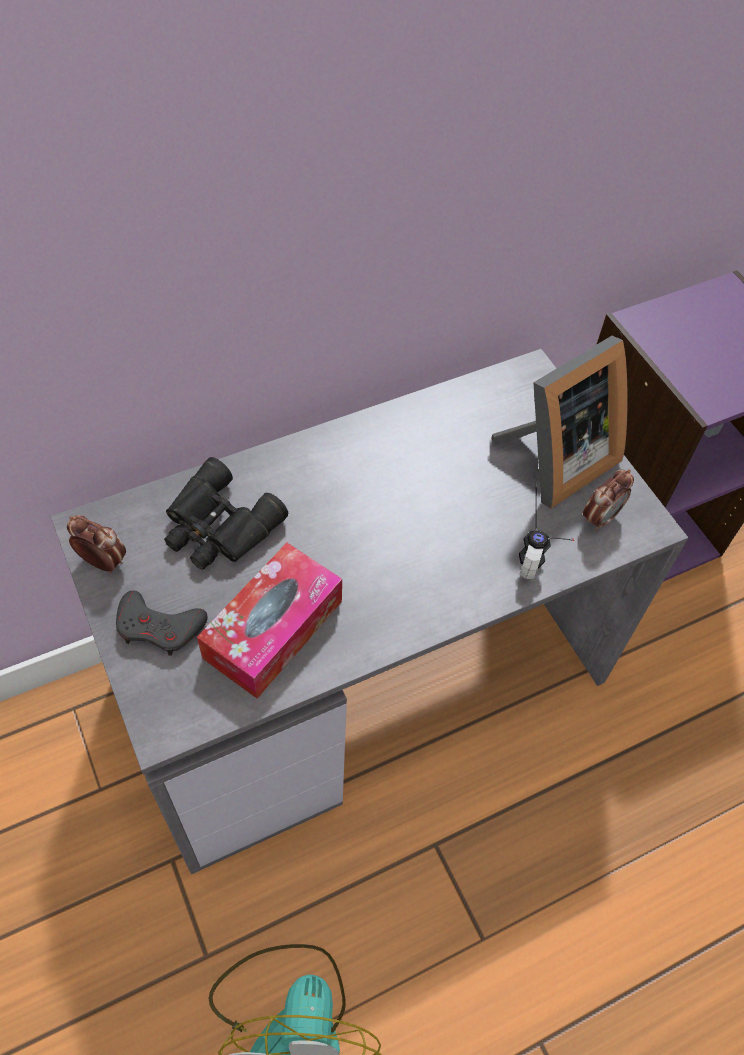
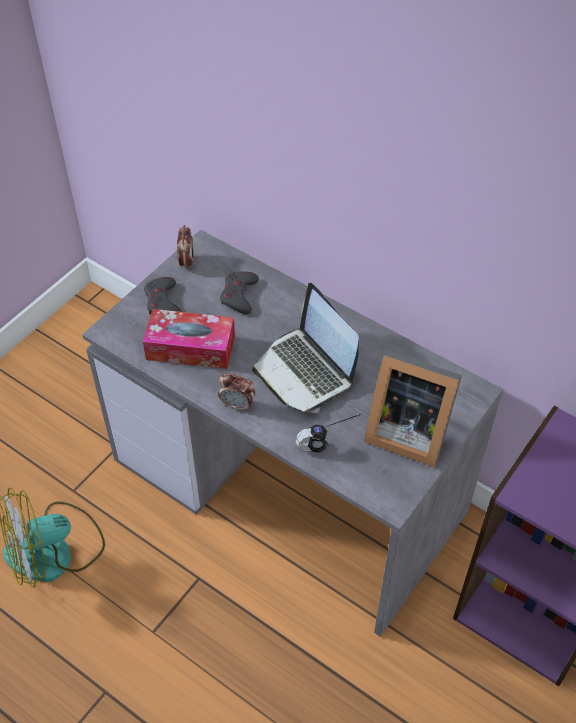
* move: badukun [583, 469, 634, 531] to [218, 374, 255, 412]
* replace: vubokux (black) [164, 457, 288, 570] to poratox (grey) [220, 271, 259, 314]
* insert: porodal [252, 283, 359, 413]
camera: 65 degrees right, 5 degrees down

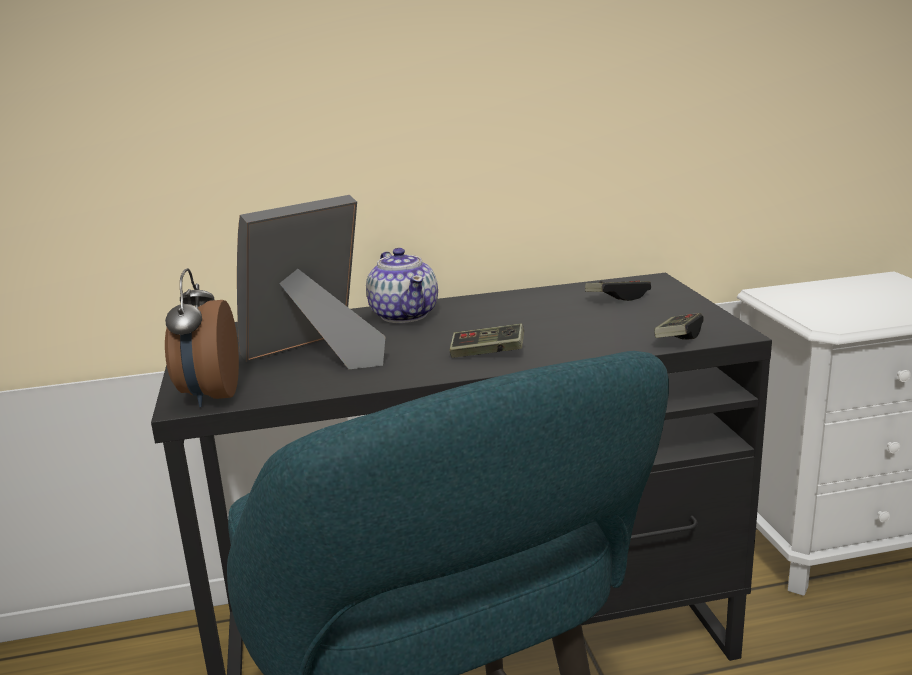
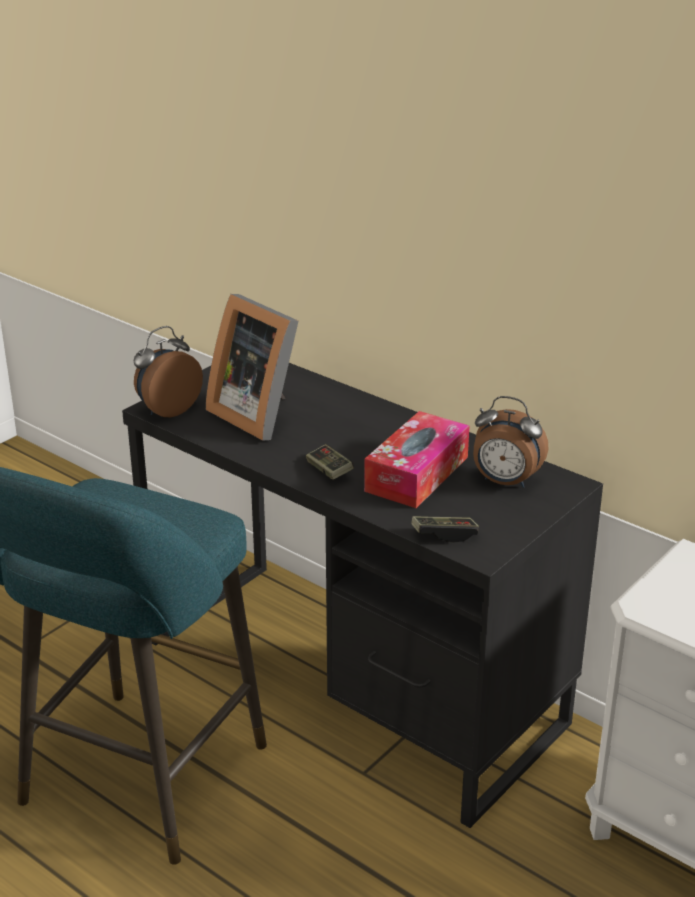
* rotate: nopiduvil [237, 195, 386, 369] = [206, 294, 298, 441] 150 degrees counterclockwise
* insert: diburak [364, 411, 470, 508]
* replace: poratox [585, 281, 651, 301] to badukun [473, 396, 549, 488]
* delete: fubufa [366, 248, 438, 323]
camera: 50 degrees right, 10 degrees up

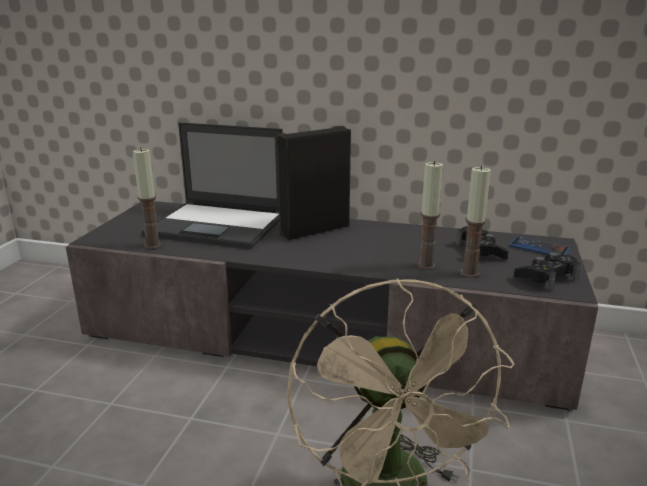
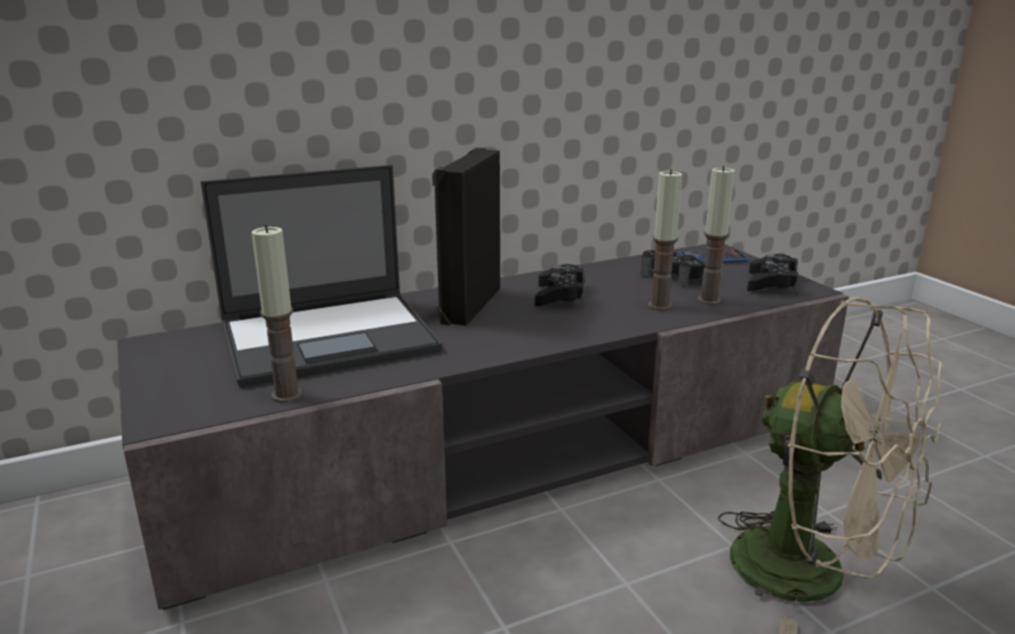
* insert: poratox (black) [535, 264, 585, 307]
camera: 40 degrees left, 0 degrees up

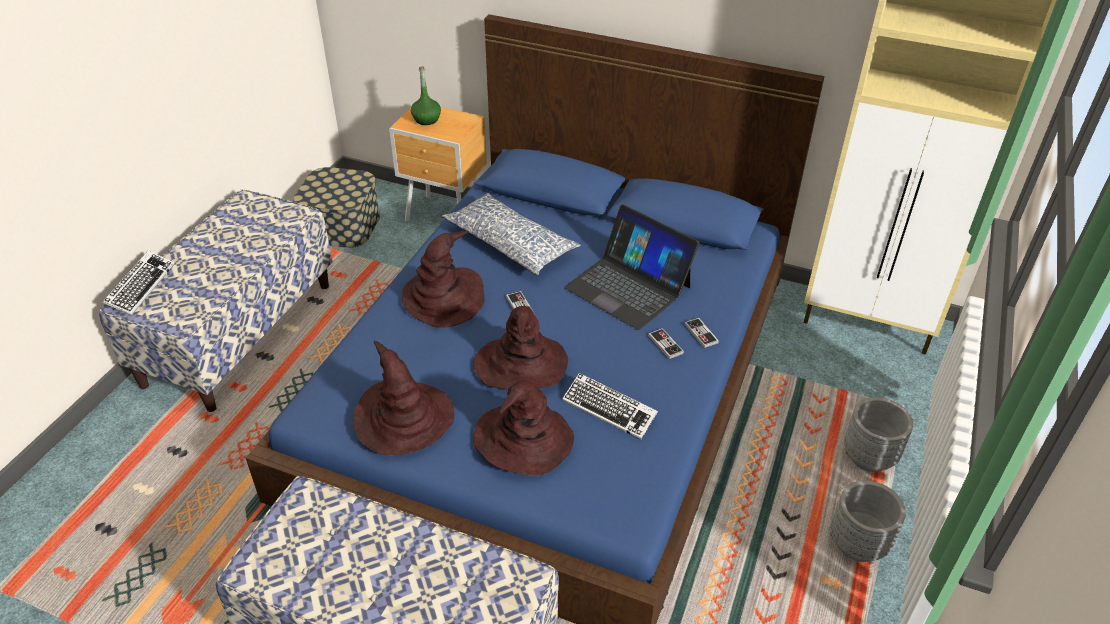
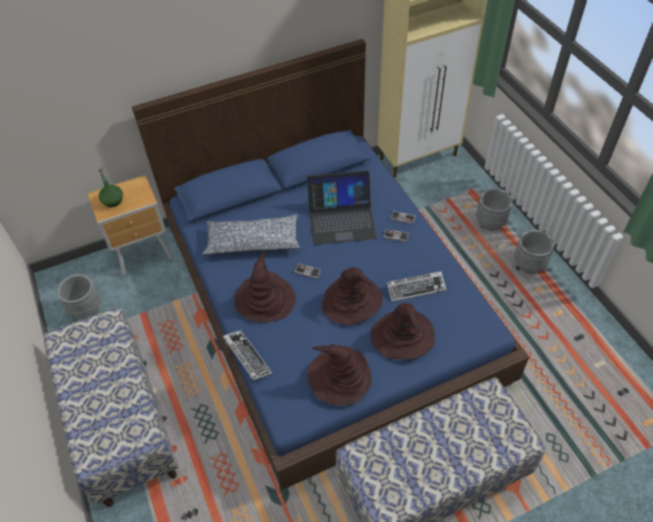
* replace: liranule [294, 167, 380, 248] to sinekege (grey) [57, 274, 101, 319]
* move: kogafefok [103, 251, 175, 315] to [223, 330, 272, 381]
camera: 45 degrees left, 10 degrees up

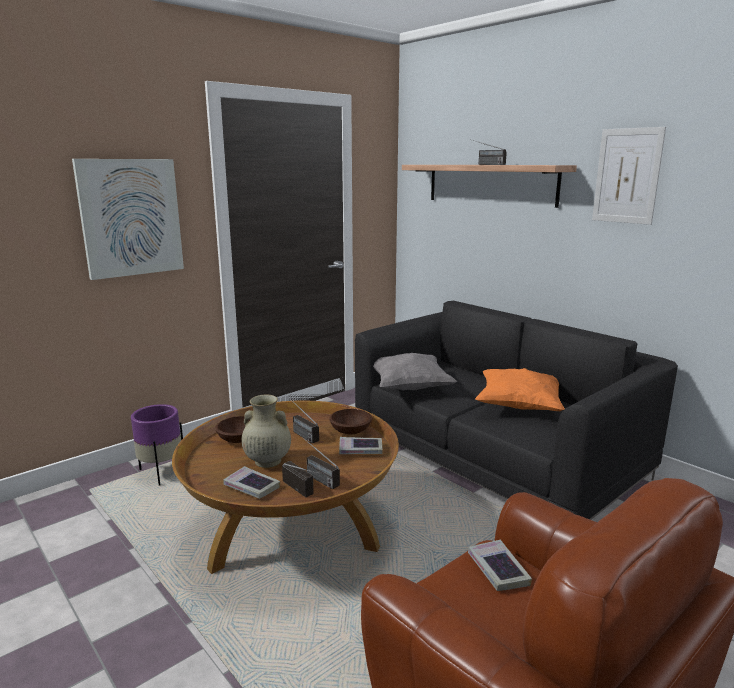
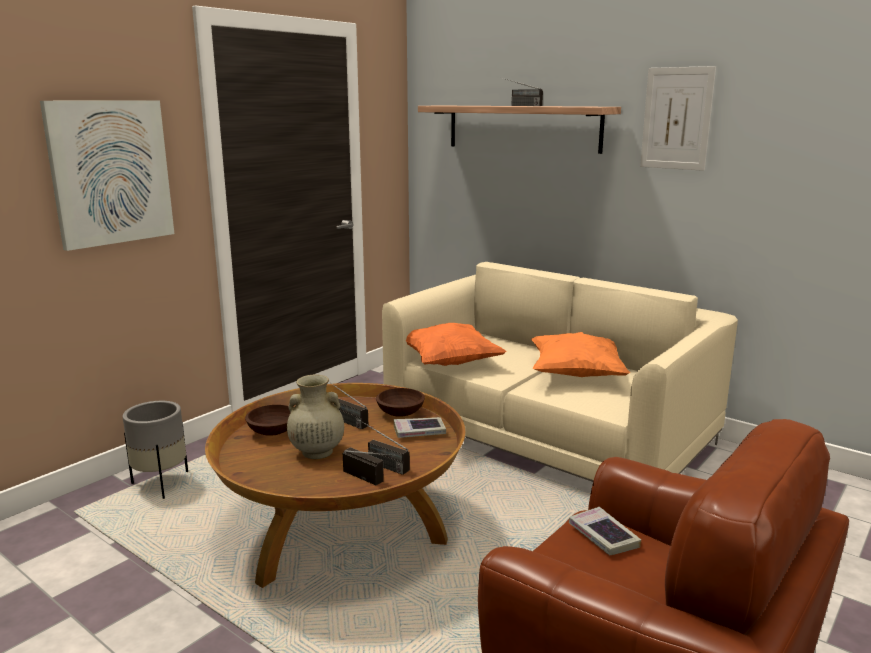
* recolor: sinekege (purple) [131, 404, 183, 486] to sinekege (grey) [123, 401, 188, 499]
* recolor: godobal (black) [355, 301, 678, 520] to godobal (beige) [382, 262, 738, 482]
* recolor: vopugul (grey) [373, 353, 457, 390] to vopugul (orange) [406, 323, 507, 366]
* delete: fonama [223, 466, 280, 499]
camera: 10 degrees left, 0 degrees up

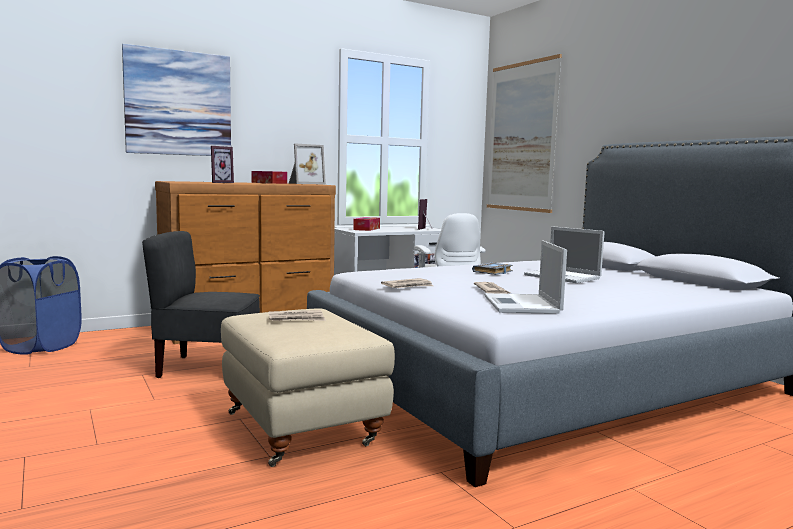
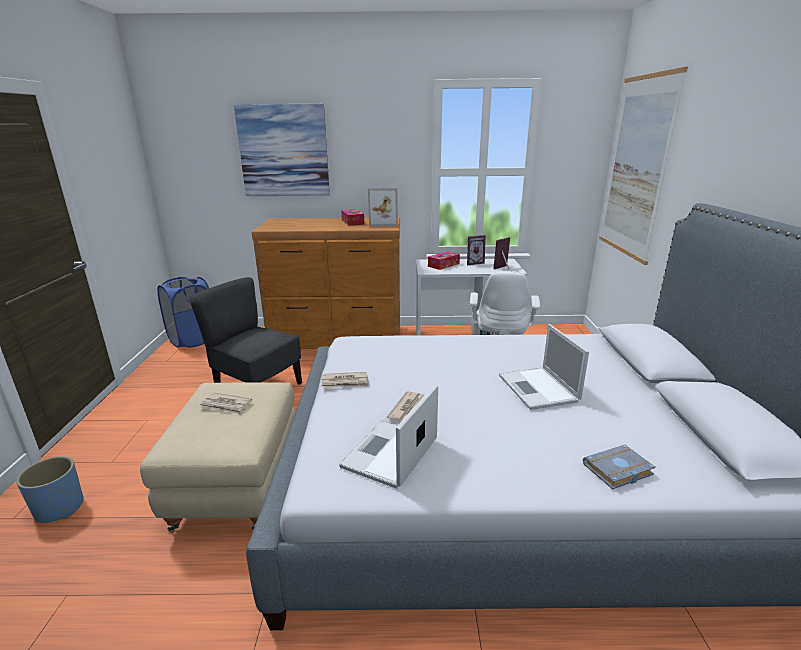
* insert: sinekege (blue) [16, 456, 84, 523]
* move: nopiduvil [211, 146, 234, 183] to [467, 235, 486, 265]
* move: fonama (grey) [472, 262, 513, 275] to [583, 445, 656, 489]
camera: 30 degrees right, 15 degrees up

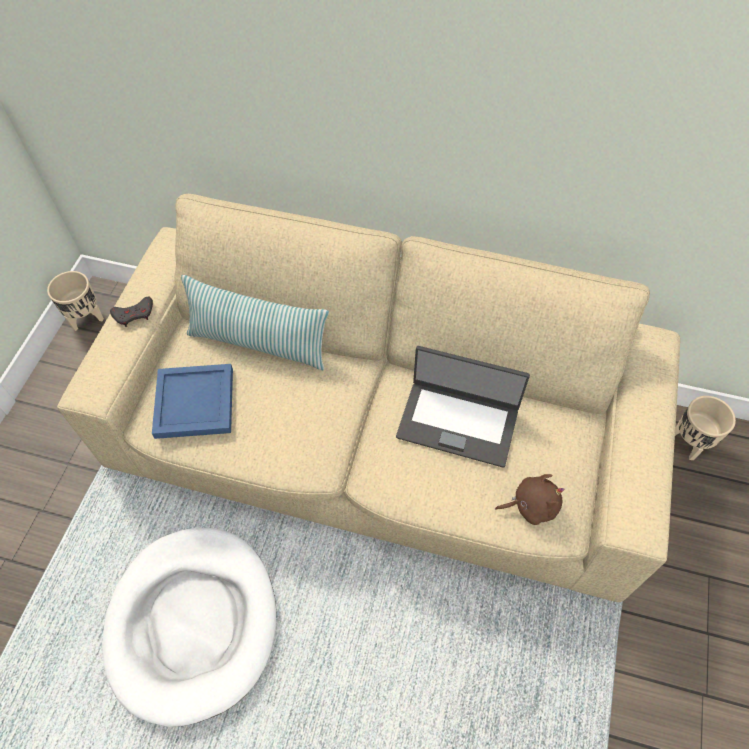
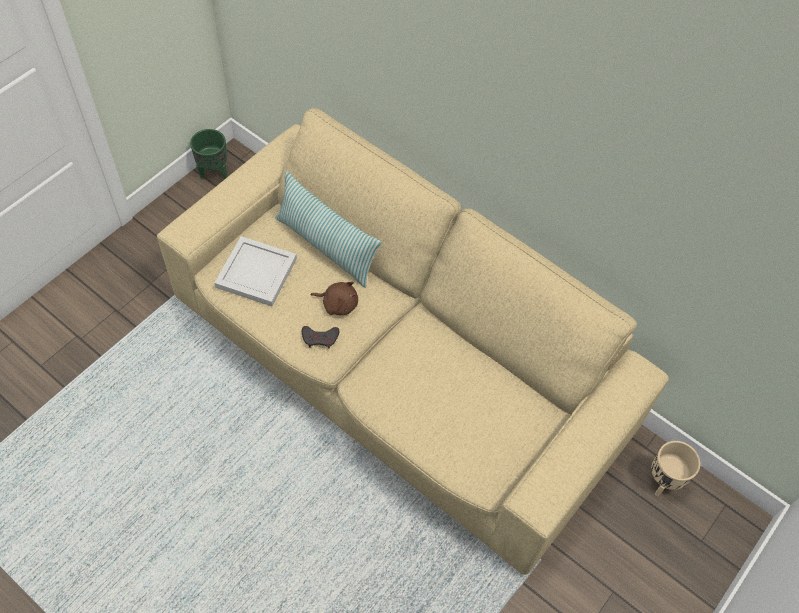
* recolor: sinekege (beige) [47, 271, 104, 331] to sinekege (green) [190, 129, 227, 179]
* recolor: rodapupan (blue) [152, 364, 233, 439] to rodapupan (white) [214, 236, 297, 306]
* move: poratox (grey) [110, 297, 153, 327] to [302, 326, 339, 348]
* move: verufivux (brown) [495, 474, 564, 525] to [310, 282, 358, 315]
* delete: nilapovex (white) [102, 528, 276, 727]
* delete: porodal [396, 346, 530, 467]
camera: 20 degrees right, 0 degrees up

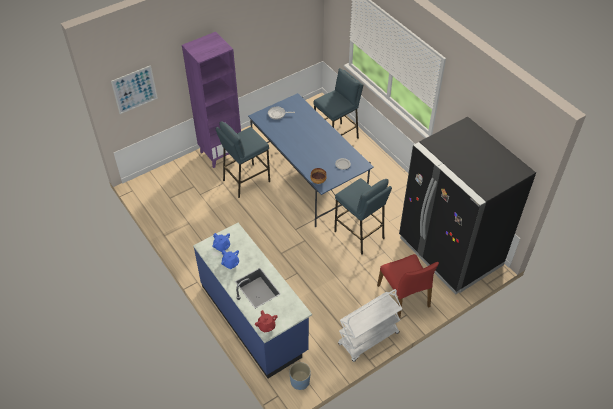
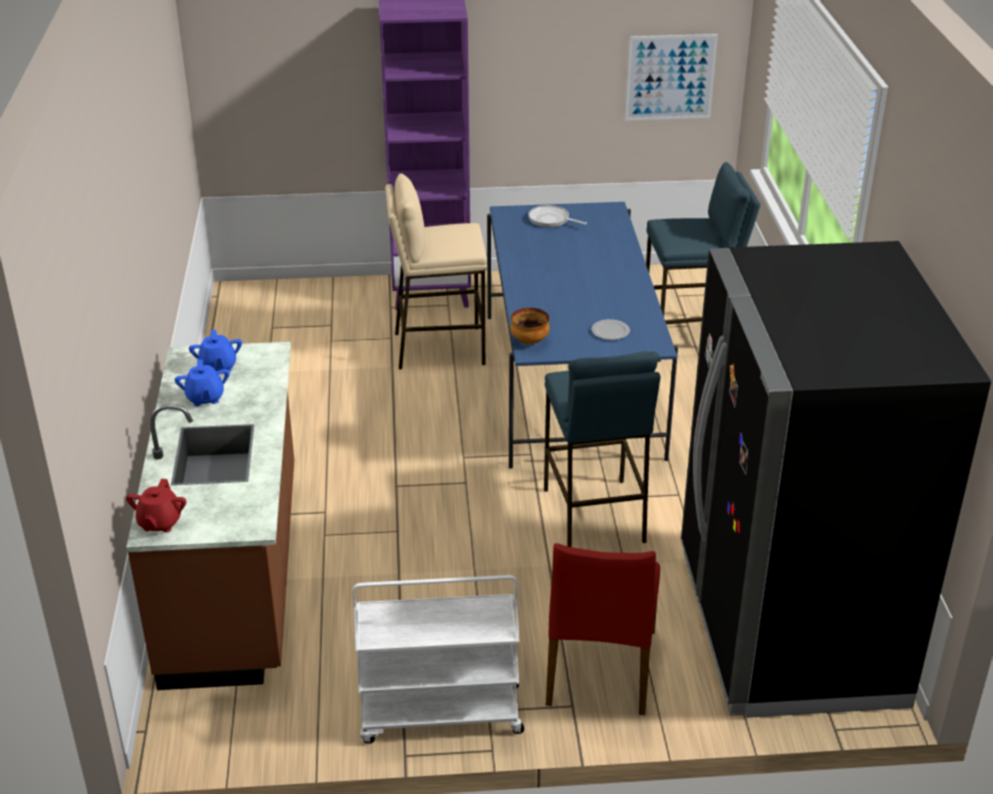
* recolor: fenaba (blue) [193, 223, 312, 378] to fenaba (brown) [126, 342, 294, 690]
* recolor: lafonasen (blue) [215, 121, 270, 198] to lafonasen (beige) [385, 173, 487, 369]
* move: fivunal [111, 65, 158, 114] to [625, 34, 718, 121]
* delete: sinekege (blue) [289, 362, 311, 390]
camera: 30 degrees right, 15 degrees down

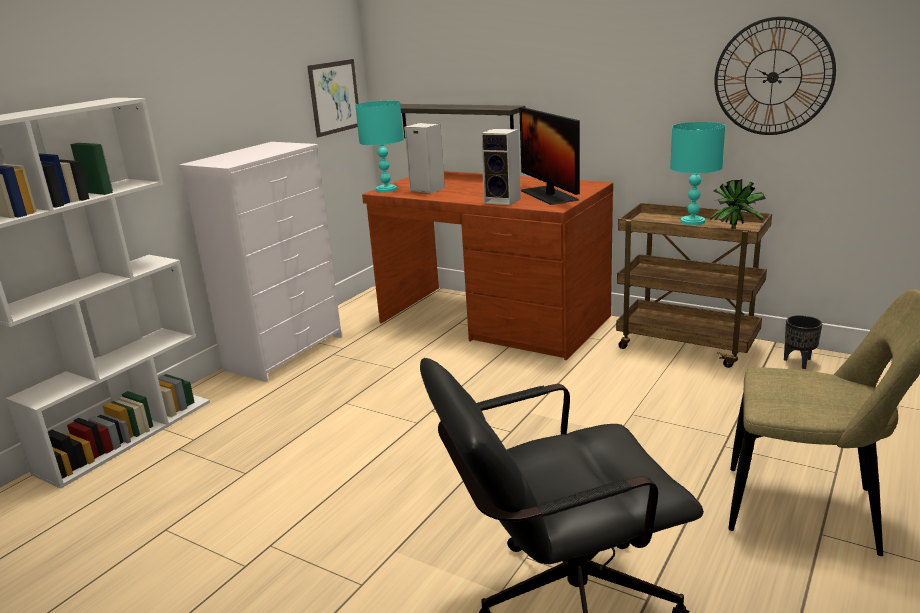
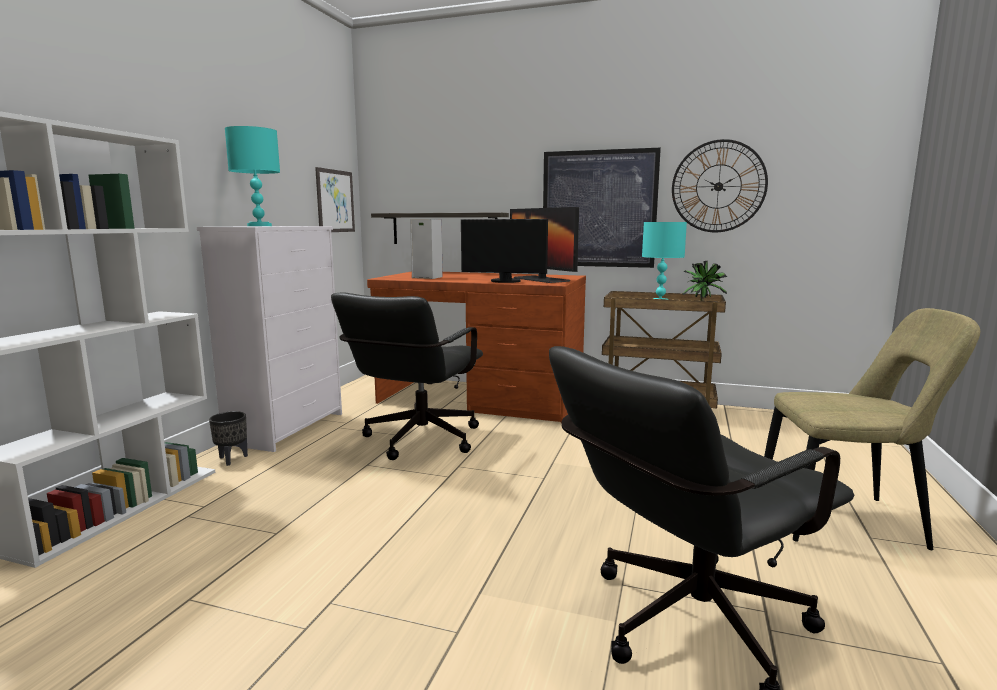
* move: sinekege (black) [784, 315, 822, 369] to [209, 411, 248, 466]
* move: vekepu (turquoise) [355, 101, 404, 192] to [225, 126, 280, 226]
* insert: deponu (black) [331, 293, 483, 460]
* replace: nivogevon [481, 129, 521, 205] to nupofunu [461, 219, 548, 283]
* insert: fivunal [543, 148, 661, 268]
camera: 15 degrees left, 10 degrees down

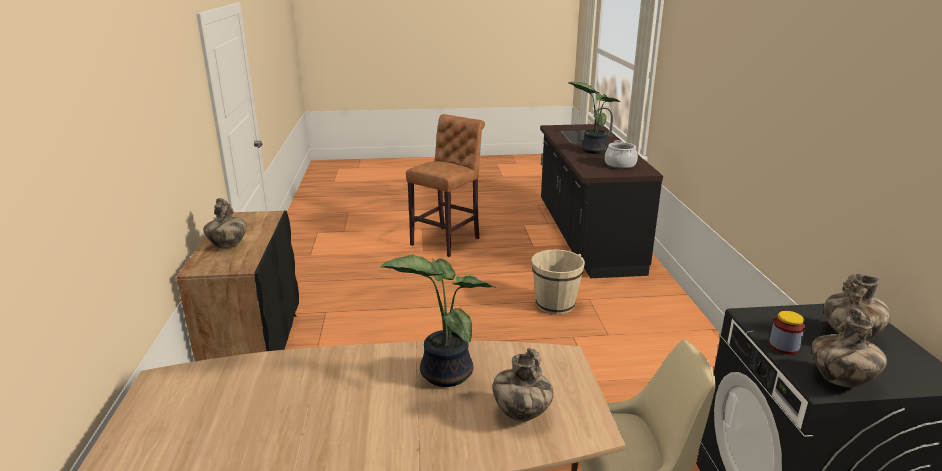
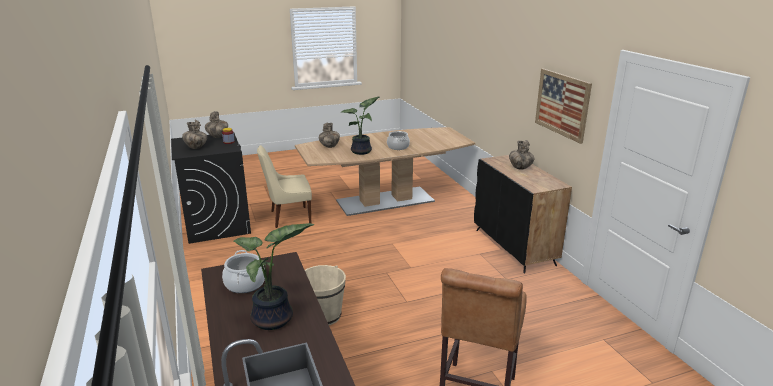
* insert: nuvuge [387, 131, 410, 150]
* insert: fivunal [535, 68, 592, 144]
camera: 165 degrees right, 0 degrees up

